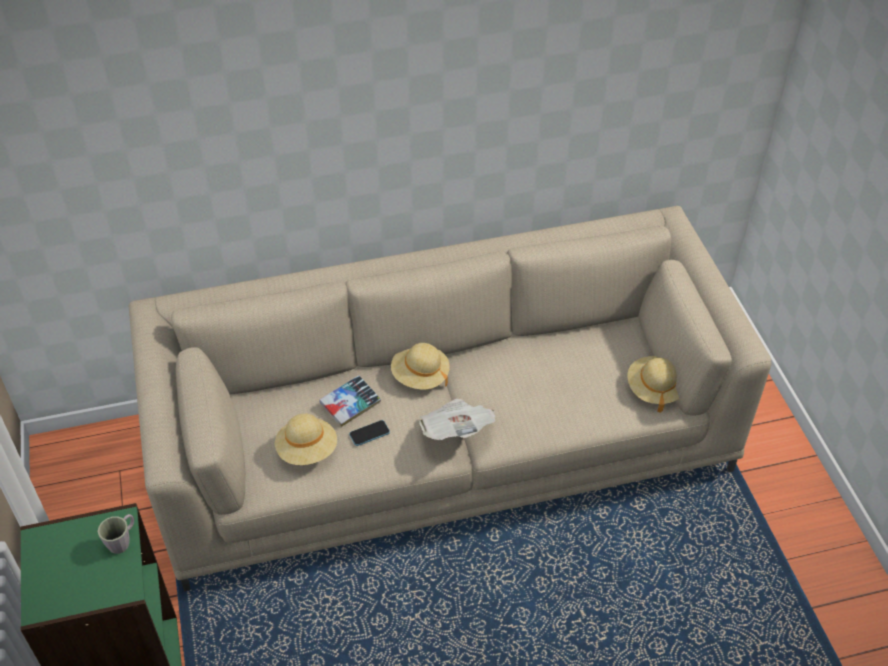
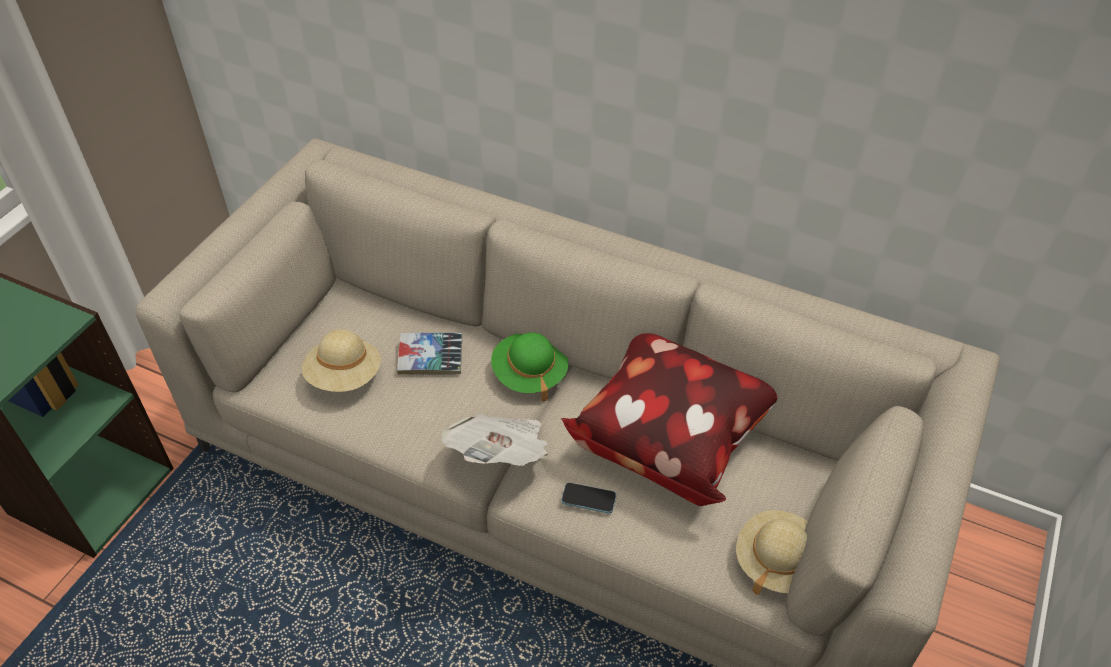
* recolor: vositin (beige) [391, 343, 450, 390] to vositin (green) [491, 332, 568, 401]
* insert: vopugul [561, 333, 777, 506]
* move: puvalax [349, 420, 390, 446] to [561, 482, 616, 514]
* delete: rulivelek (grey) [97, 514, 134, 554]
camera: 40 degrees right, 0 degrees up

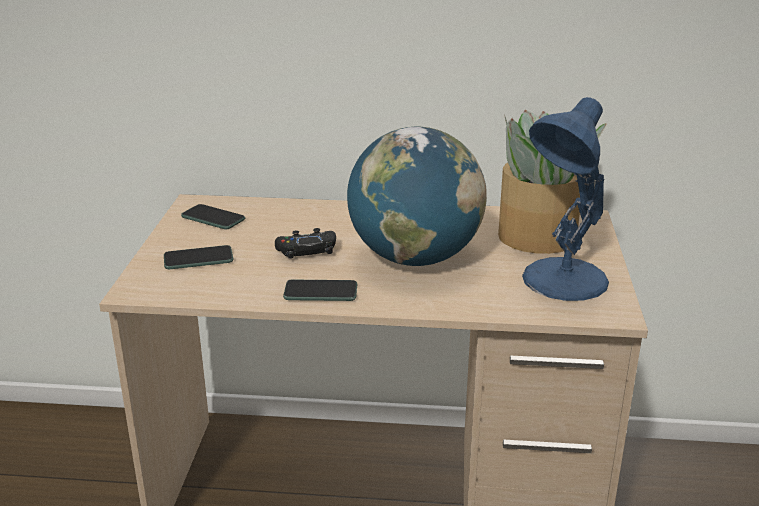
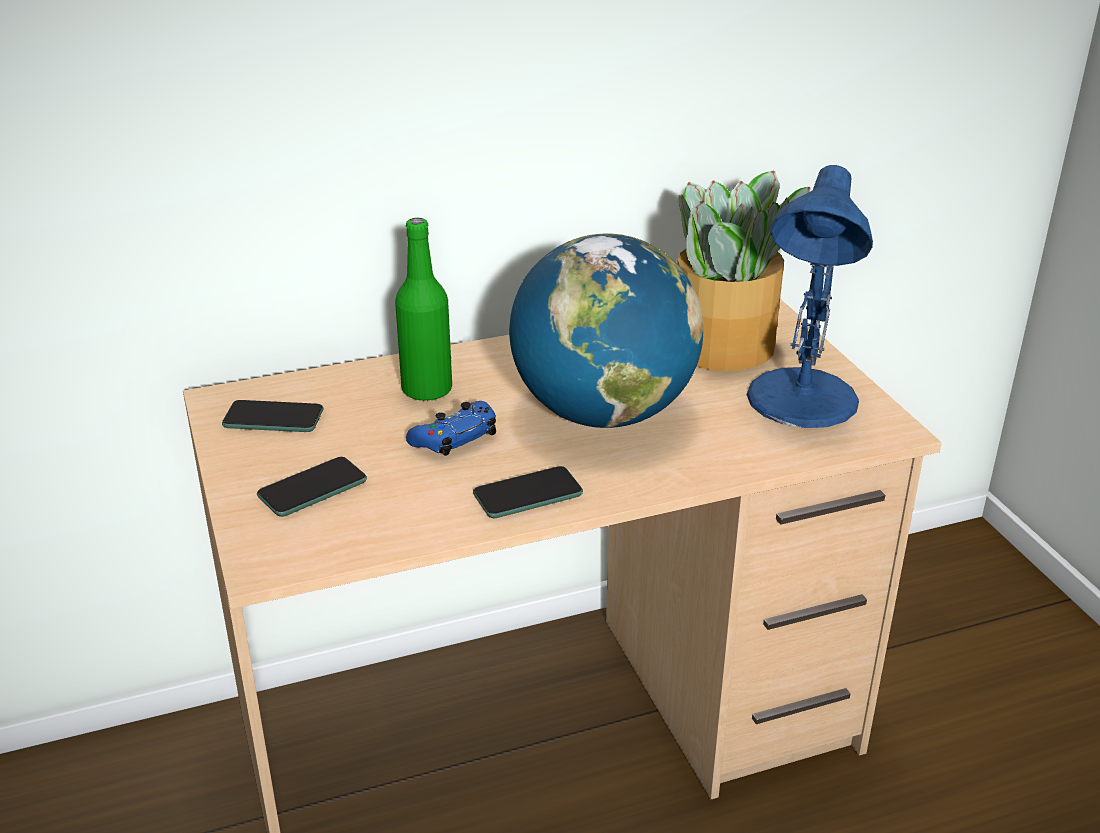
* insert: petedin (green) [395, 218, 452, 402]
* recolor: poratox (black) [275, 228, 336, 259] to poratox (blue) [406, 401, 496, 456]
camera: 25 degrees left, 5 degrees up

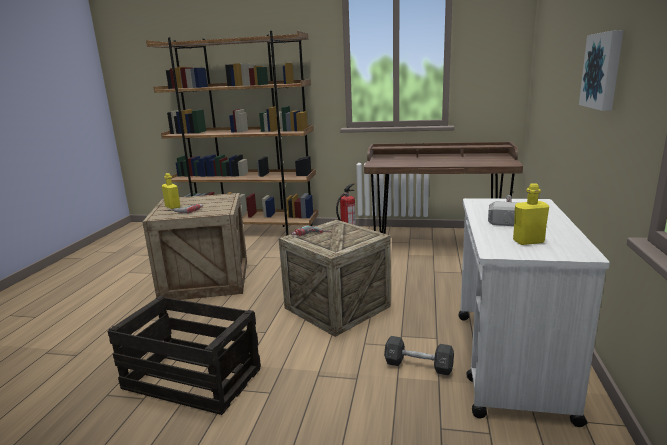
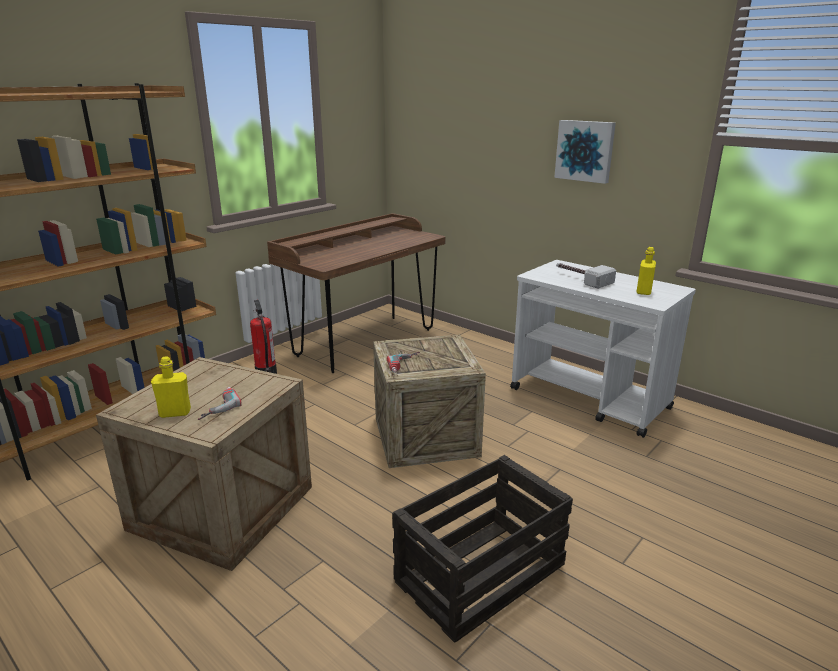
* delete: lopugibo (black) [384, 336, 454, 375]
camera: 60 degrees left, 5 degrees up

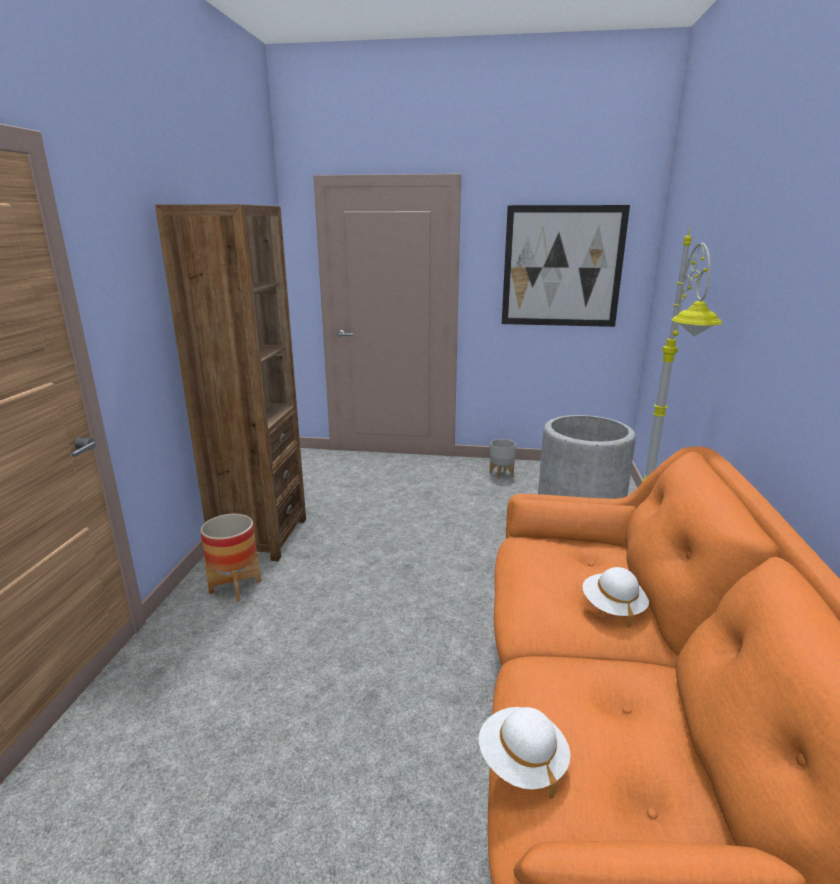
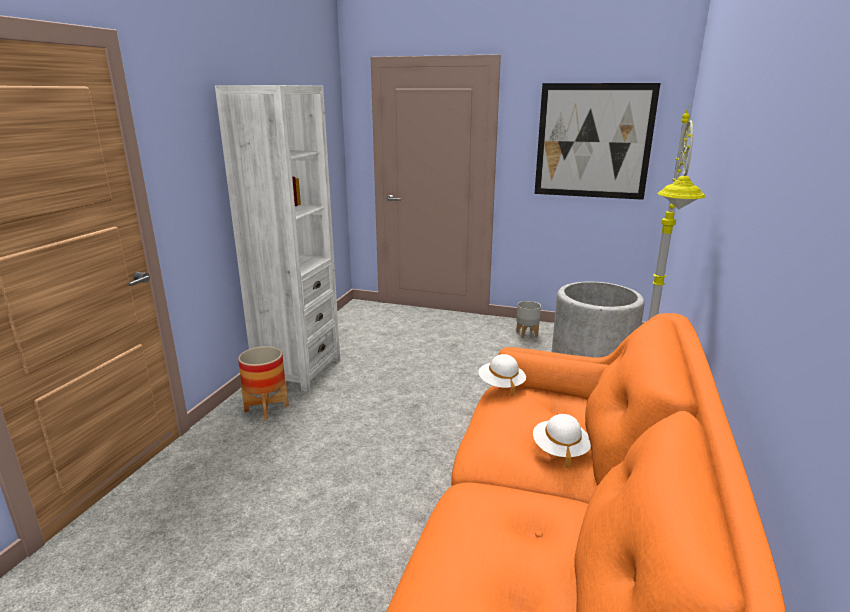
* recolor: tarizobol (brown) [155, 204, 306, 561] to tarizobol (white) [215, 85, 340, 392]
* move: vositin (white) [479, 707, 570, 799] to [478, 354, 526, 396]
camera: 10 degrees right, 0 degrees up

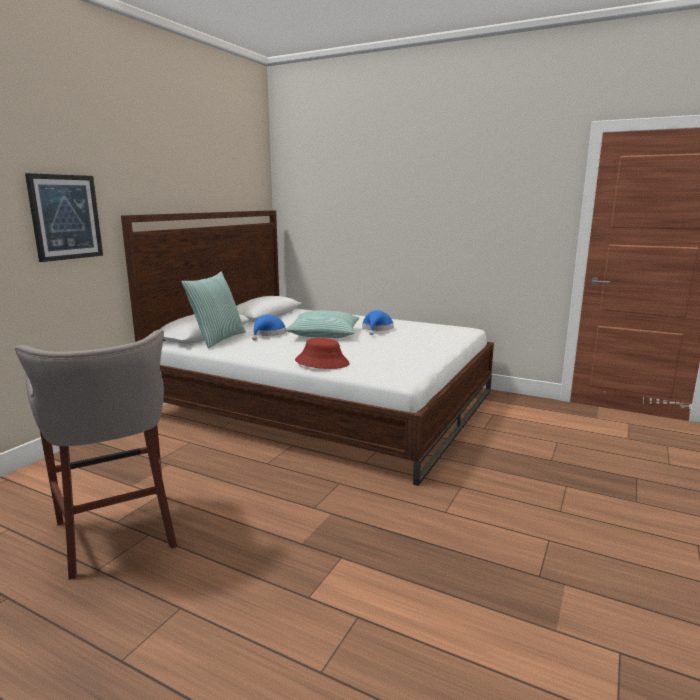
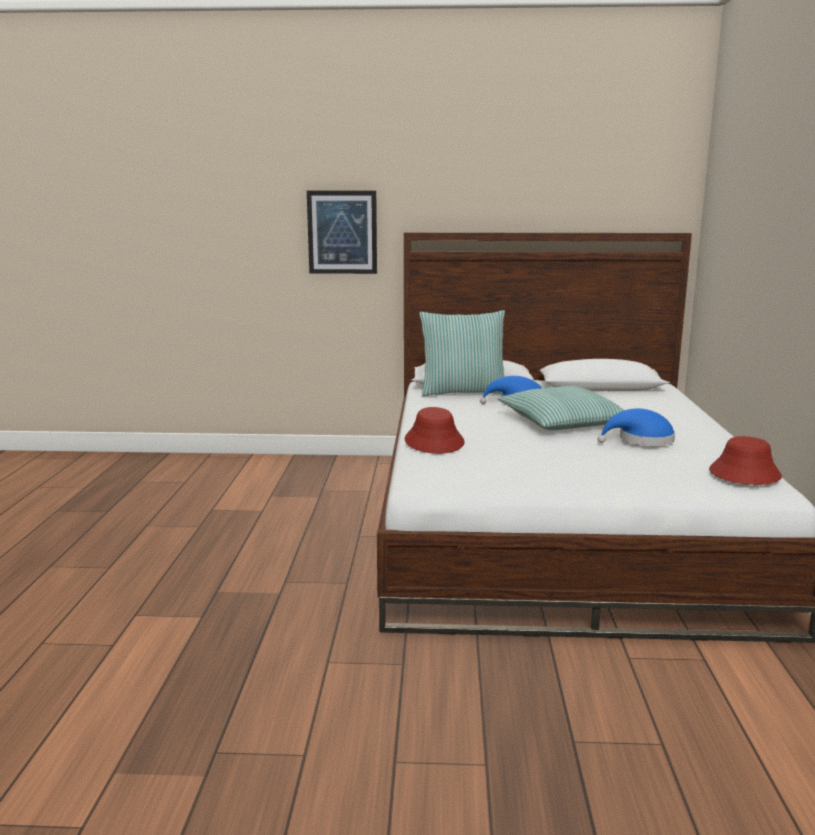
* insert: vositin (red) [709, 436, 782, 485]
* delete: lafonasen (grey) [15, 329, 177, 580]
camera: 65 degrees right, 0 degrees up

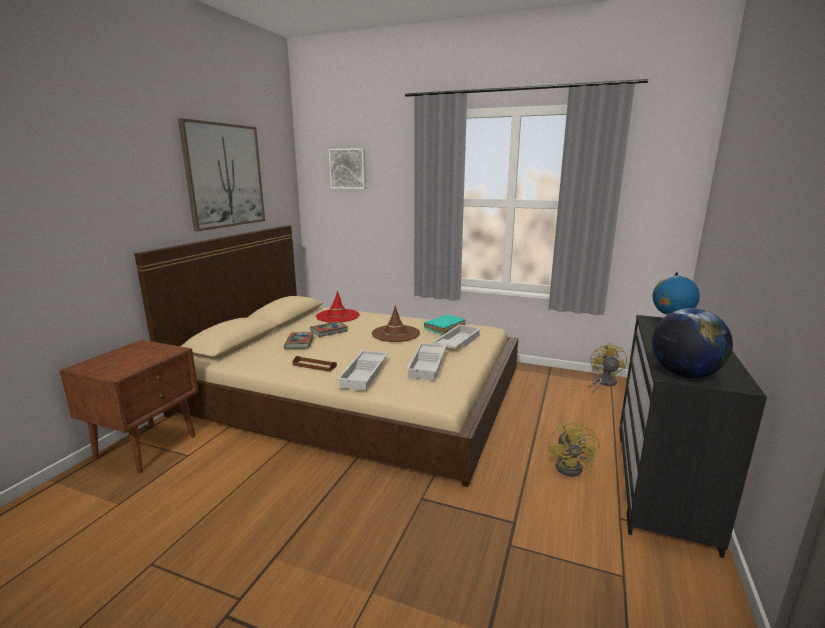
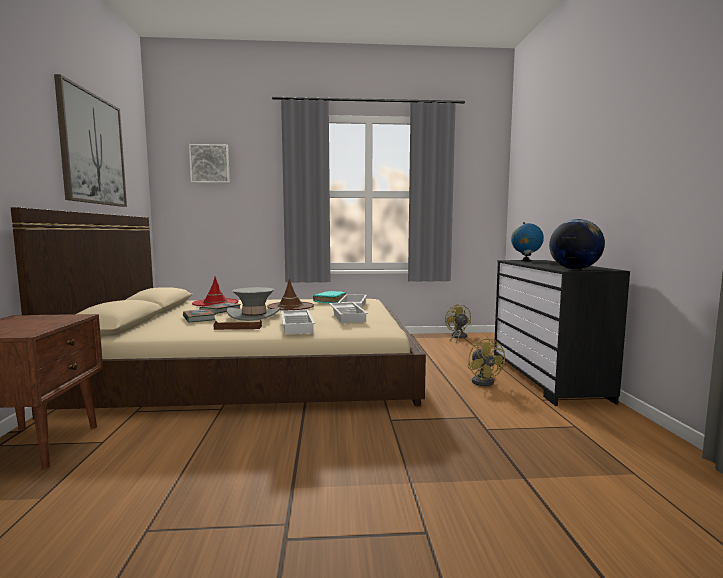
* insert: vositin (grey) [227, 287, 281, 321]
camera: 25 degrees left, 10 degrees down

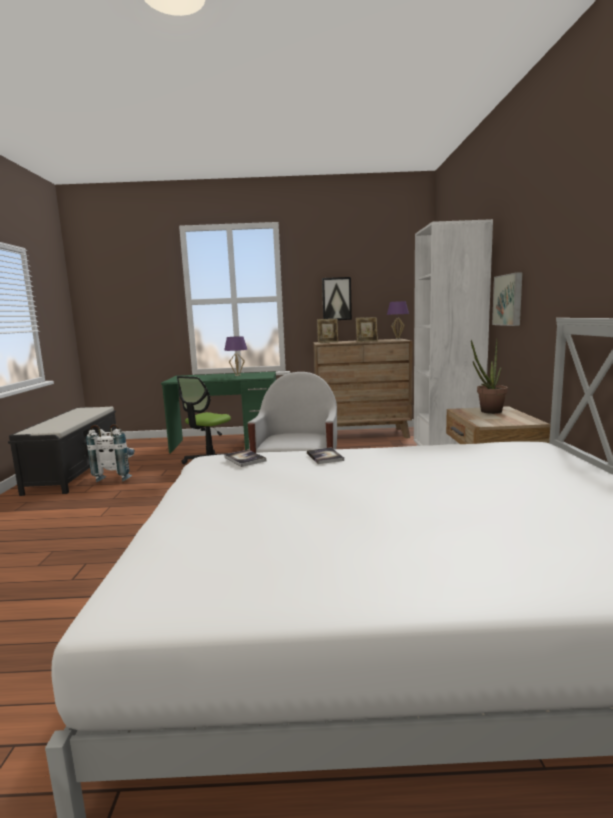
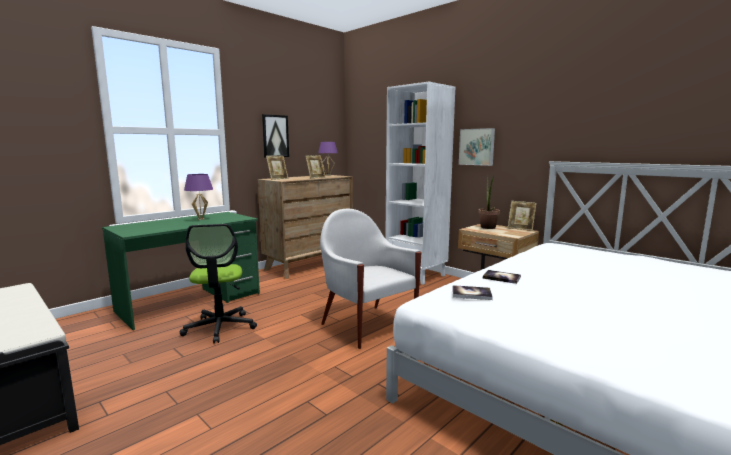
* insert: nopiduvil [508, 201, 537, 231]
* delete: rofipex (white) [86, 424, 135, 482]
camera: 45 degrees left, 0 degrees up

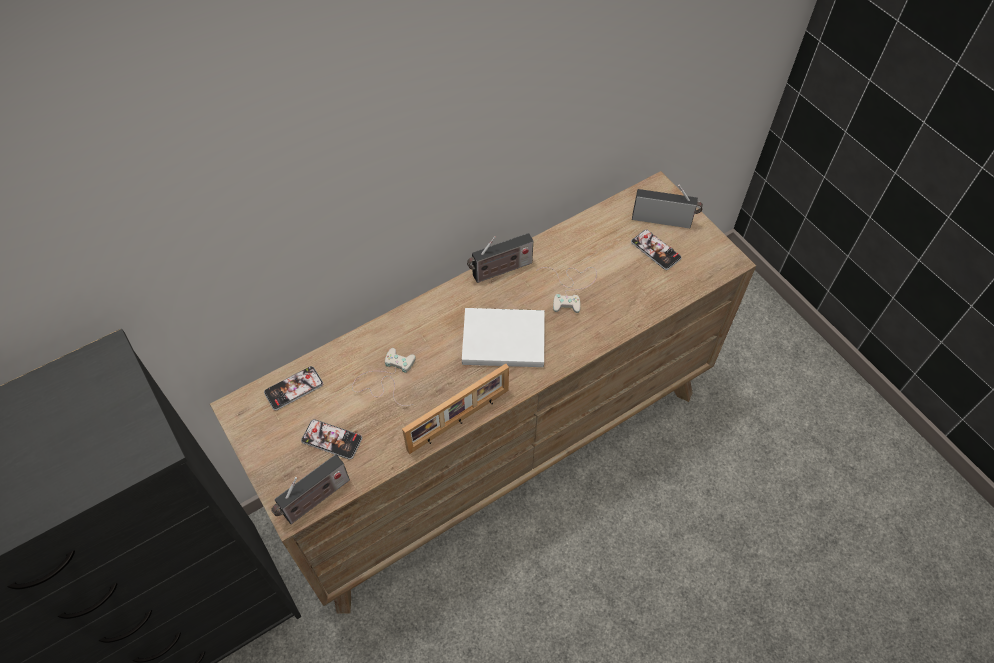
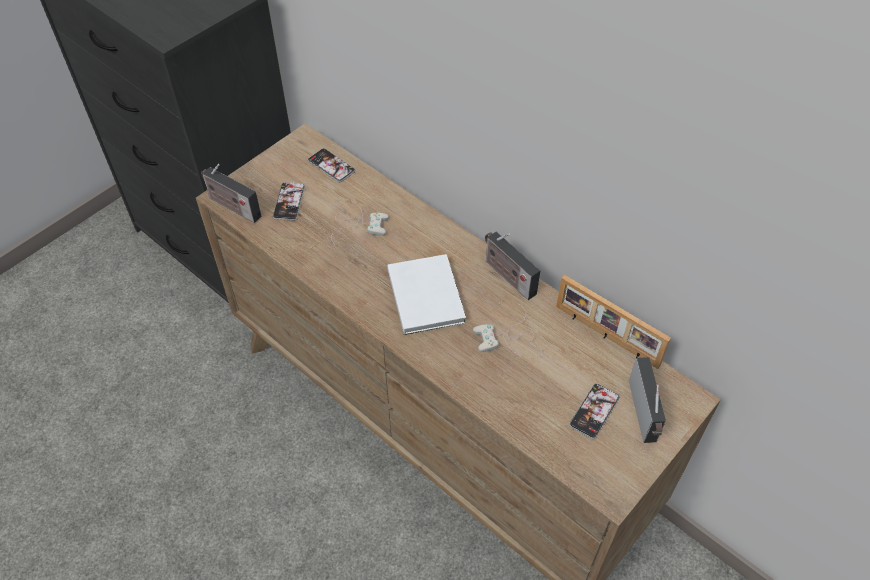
* move: nopiduvil [402, 364, 509, 454] to [556, 275, 671, 369]
camera: 75 degrees right, 5 degrees down

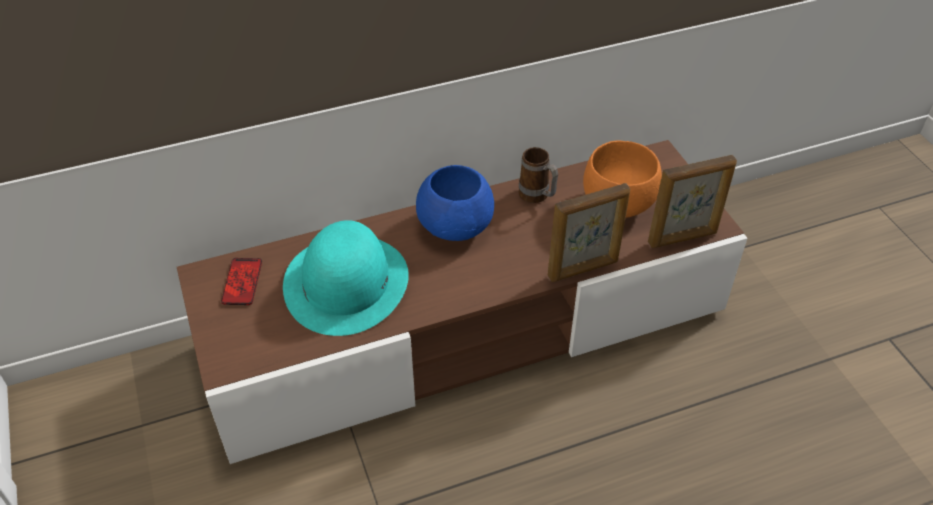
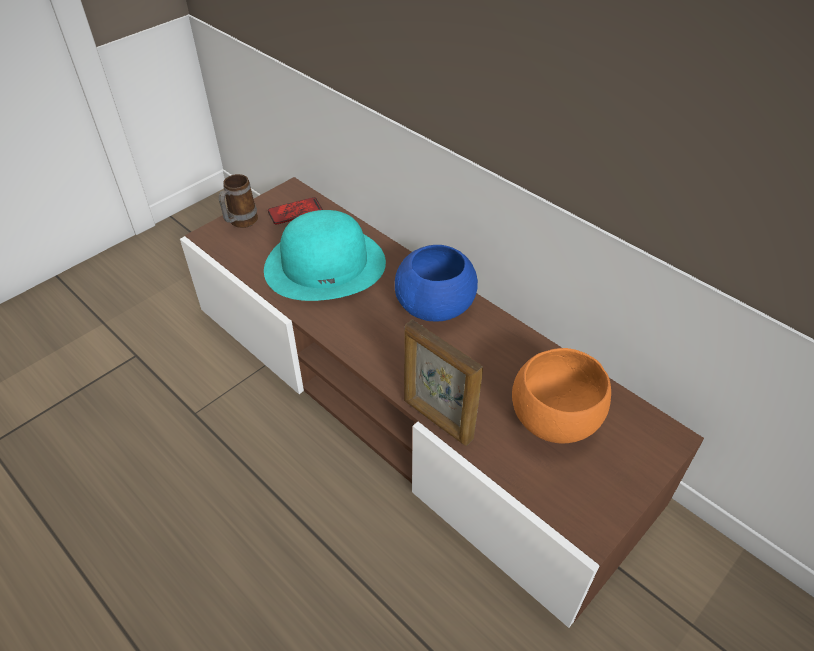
* move: rulivelek [519, 147, 558, 203] to [219, 174, 258, 228]
* delete: nopiduvil [648, 155, 737, 248]
camera: 65 degrees right, 0 degrees up

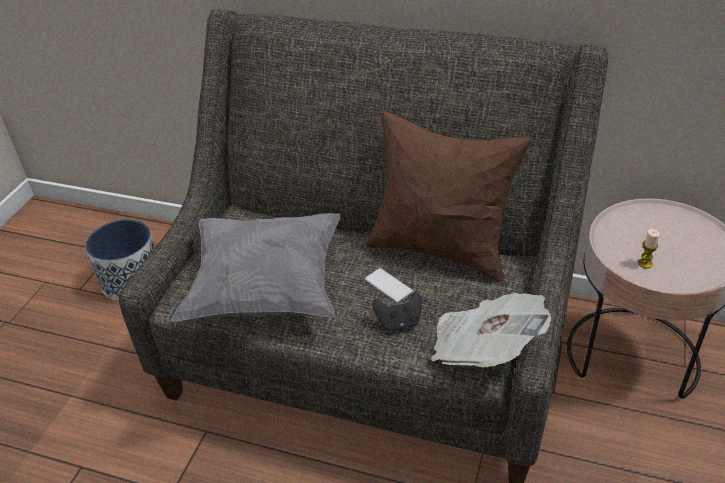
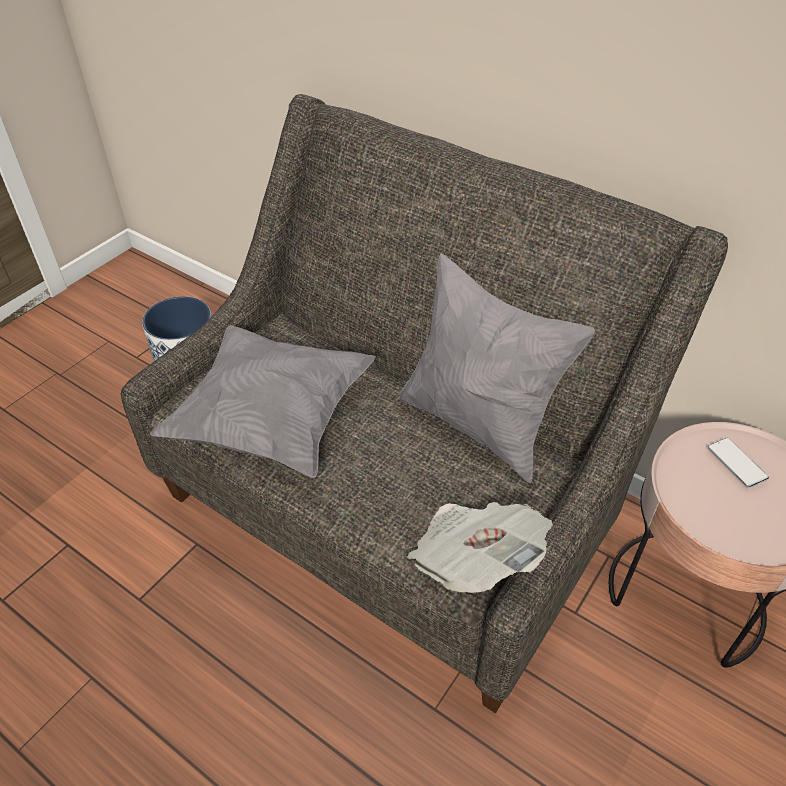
* recolor: vopugul (brown) [367, 111, 531, 282] to vopugul (grey) [399, 253, 595, 483]
* move: puvalax [364, 268, 414, 303] to [708, 438, 769, 488]
* delete: poratox (black) [372, 292, 422, 331]
* delete: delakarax [638, 229, 660, 268]
camera: 15 degrees right, 5 degrees up

